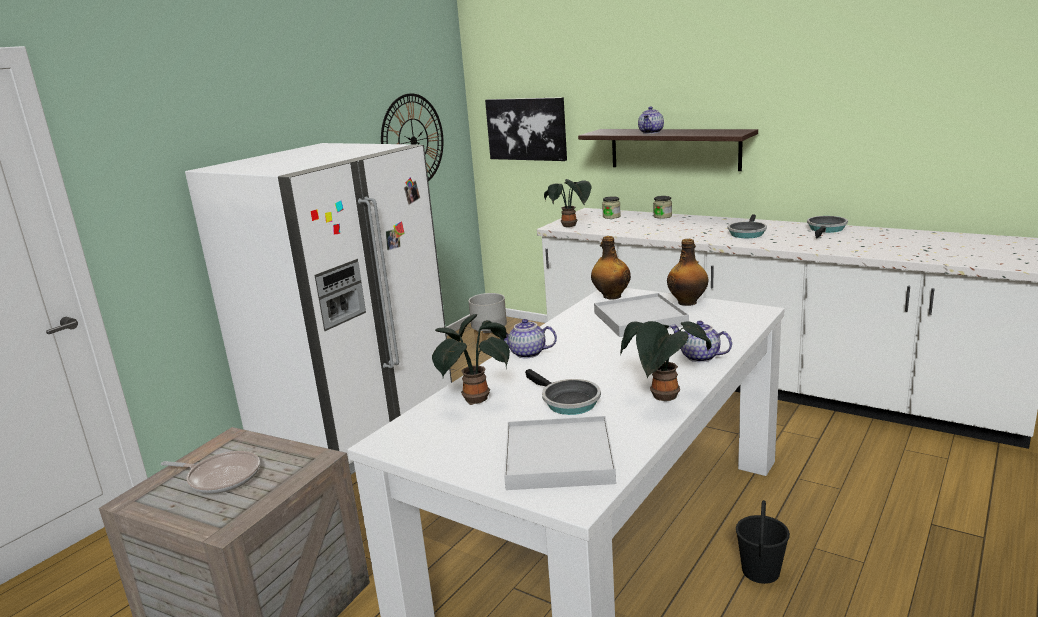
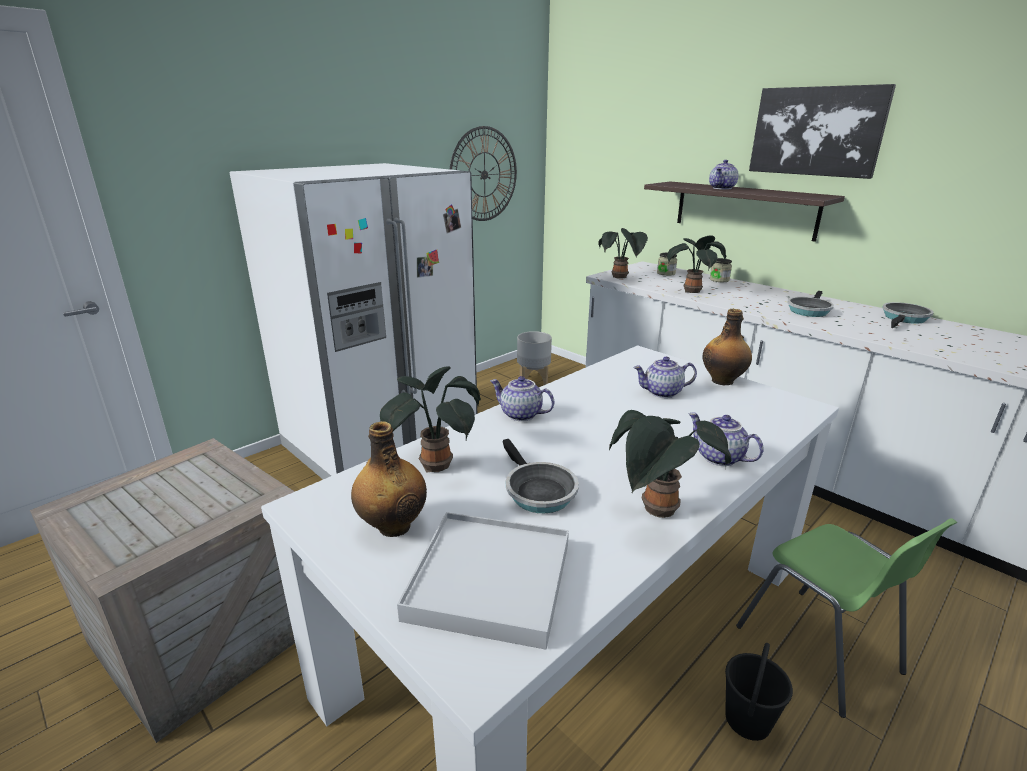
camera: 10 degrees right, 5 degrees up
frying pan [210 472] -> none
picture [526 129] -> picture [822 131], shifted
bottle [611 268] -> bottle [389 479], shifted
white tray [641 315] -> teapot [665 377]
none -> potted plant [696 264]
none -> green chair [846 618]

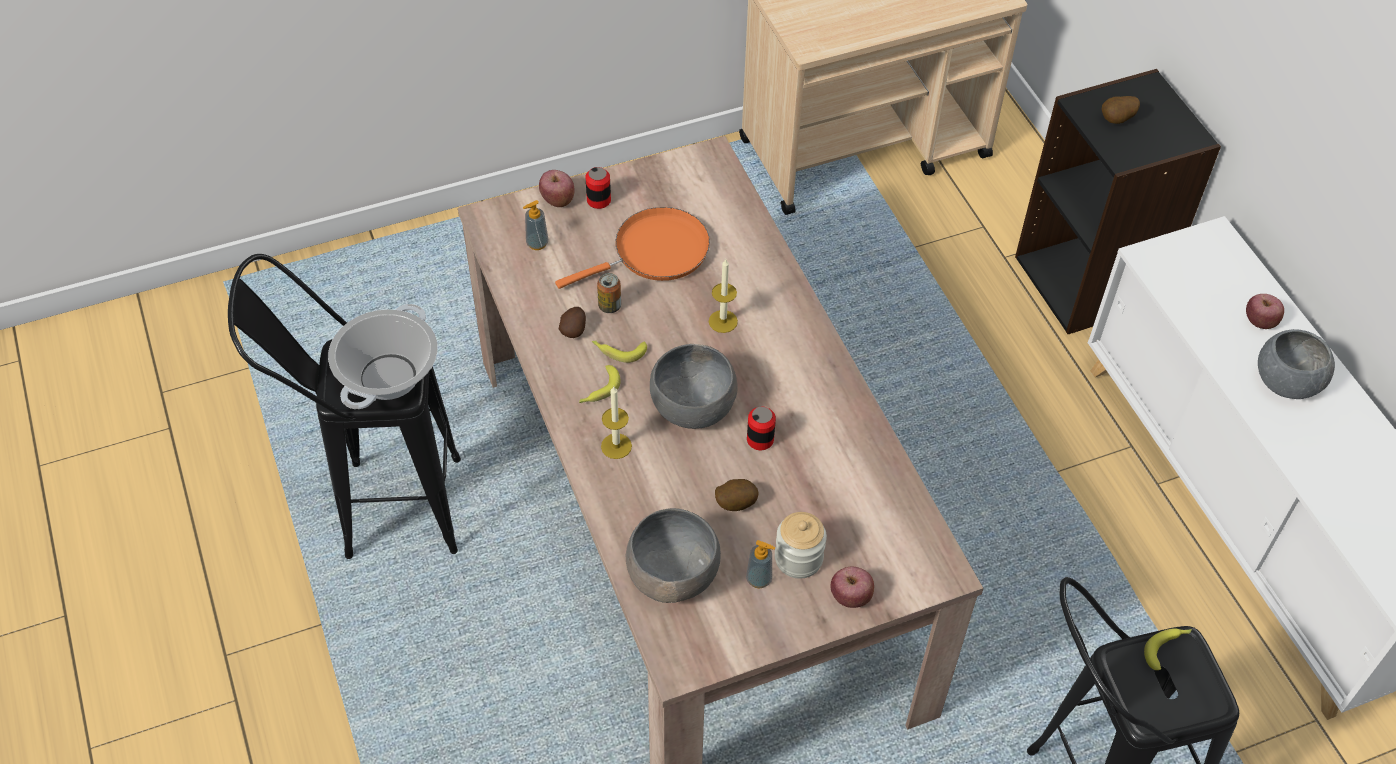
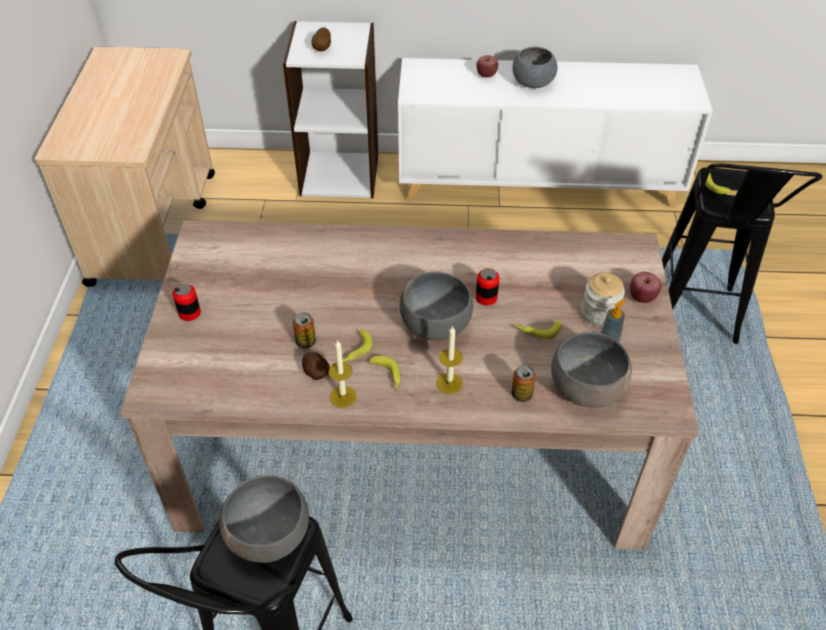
camera: 65 degrees left, 5 degrees down
cooking pot [383 356] -> grey bowl [264 519]
soap dispenser [535 225] -> none
apple [556 188] -> none
orange frying pan [632 248] -> none
candle [723 296] -> candle [343 374], shifted
potato [737 495] -> banana [537 329]
black bookcase [1118 201] -> white bookcase [330 109]
none -> can [523 383]

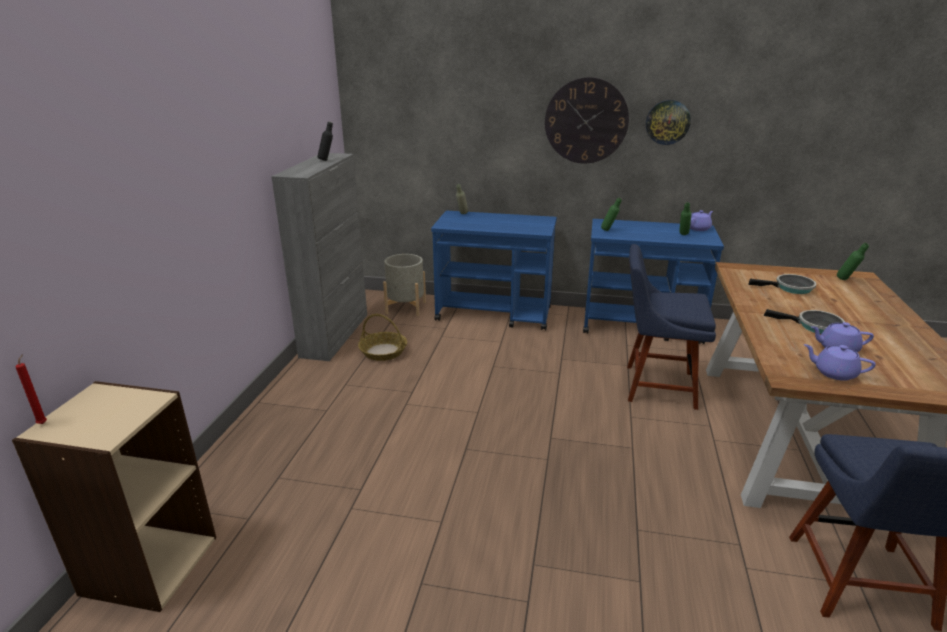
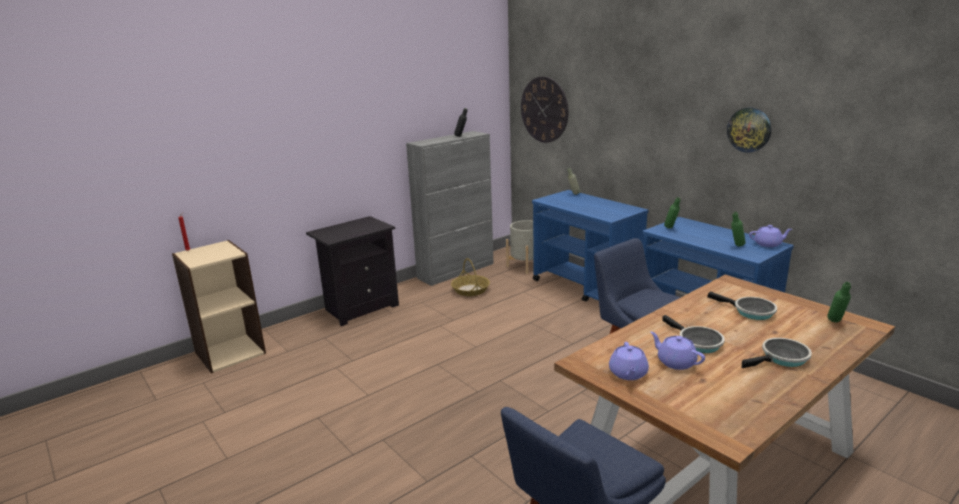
camera: 40 degrees right, 5 degrees down
wall clock [587 120] -> wall clock [545 109], shifted
purple teapot [840 362] -> purple teapot [629 361], 150 degrees counterclockwise
none -> black nightstand [352 271]
none -> frying pan [777 353]

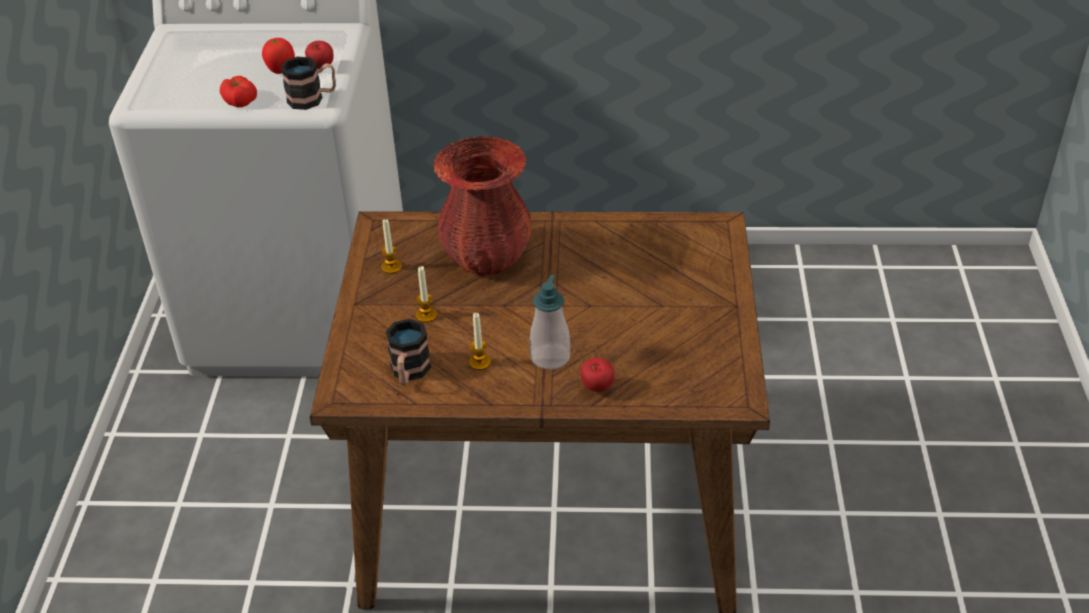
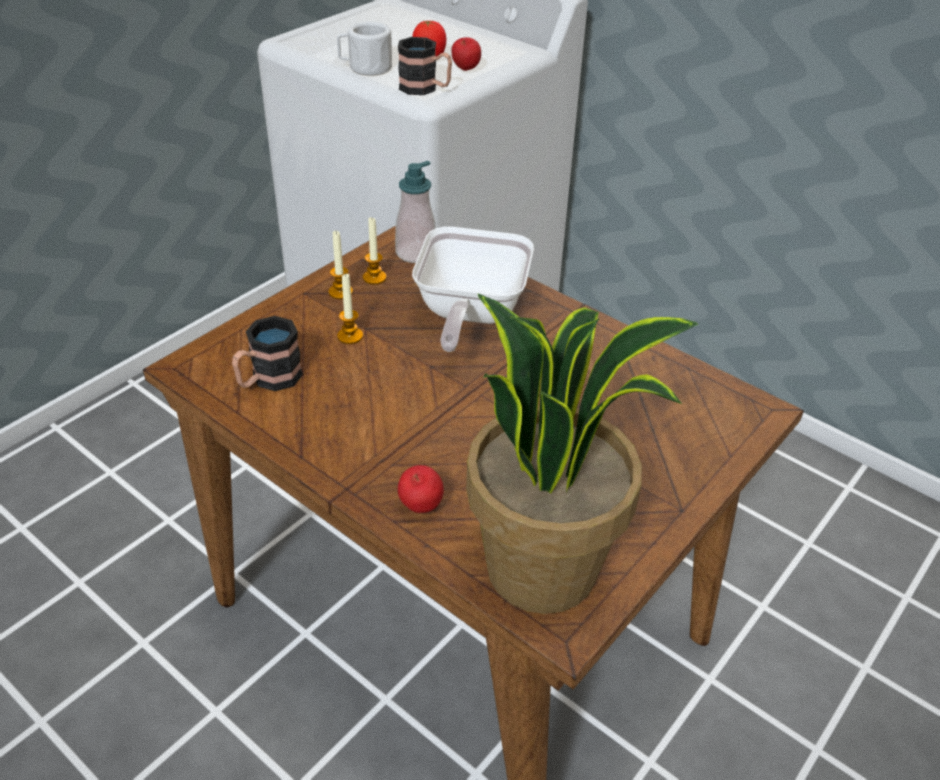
camera: 35 degrees right, 0 degrees up
tomato [238 91] -> white mug [364 48]
red vase [482 206] -> frying pan [473 289]
candle [480 341] -> candle [341 265], shifted
soap dispenser [550 322] -> soap dispenser [415 212], shifted
none -> potted plant [582 454]

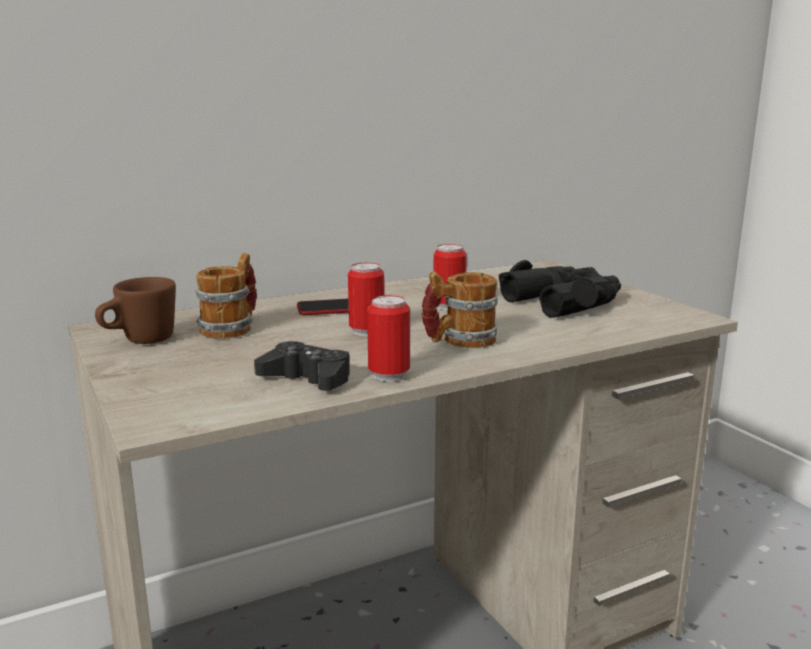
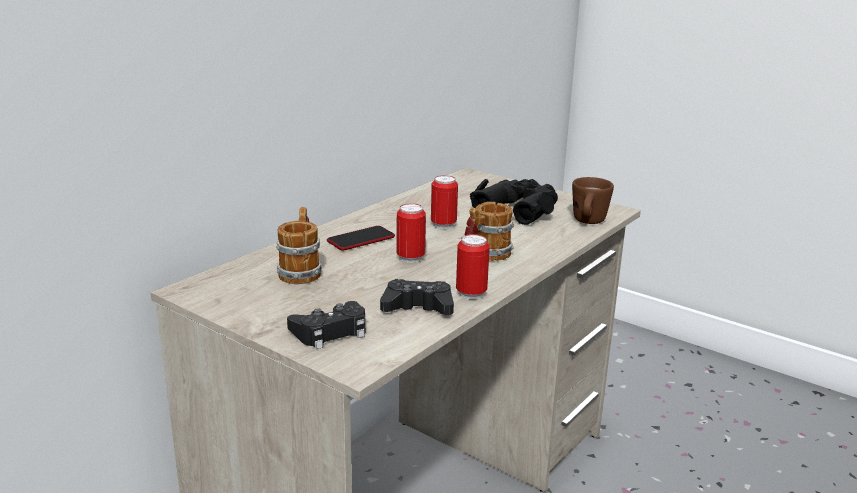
camera: 25 degrees left, 5 degrees up
brown mug [135 310] -> brown mug [593 200], shifted
none -> black game controller [326 325]

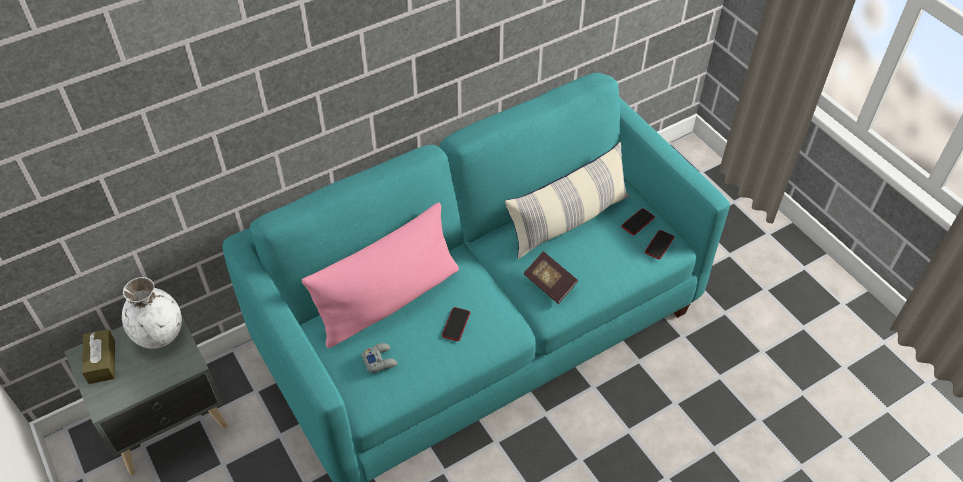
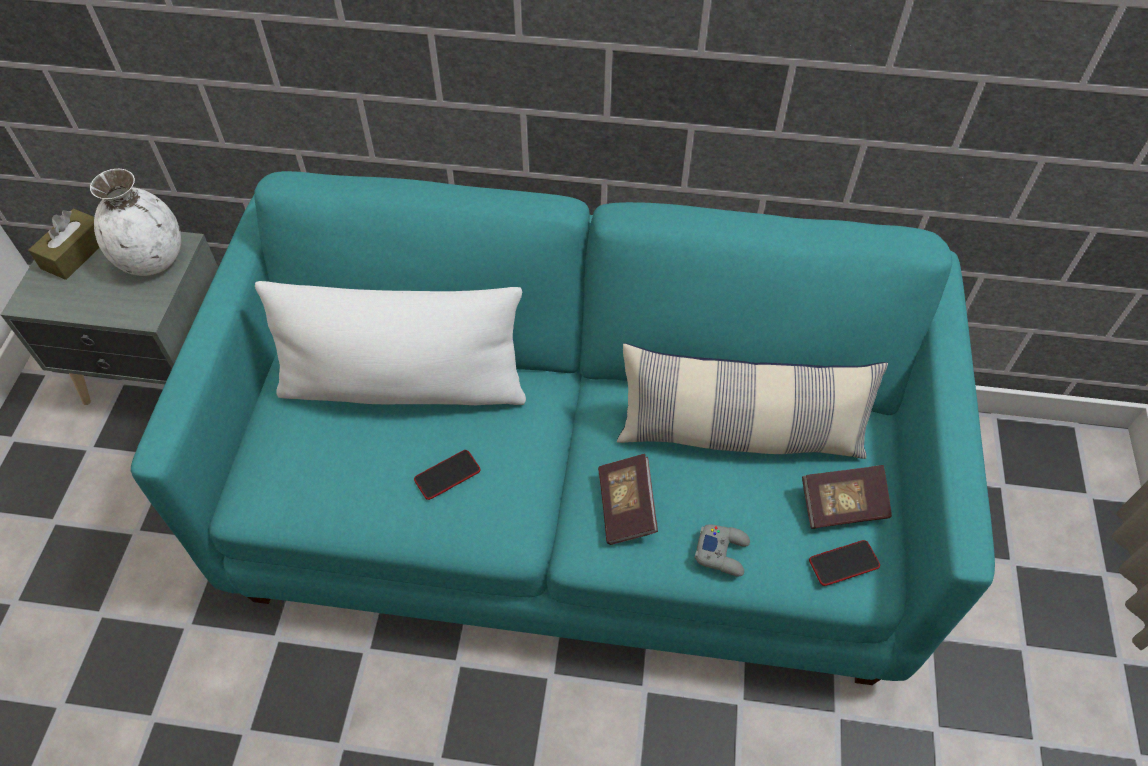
camera: 40 degrees right, 5 degrees up
pink pillow [380 275] -> white pillow [390 343]
grey game controller [379 358] -> grey game controller [722 550], shifted
phone [638 221] -> book [847 497]

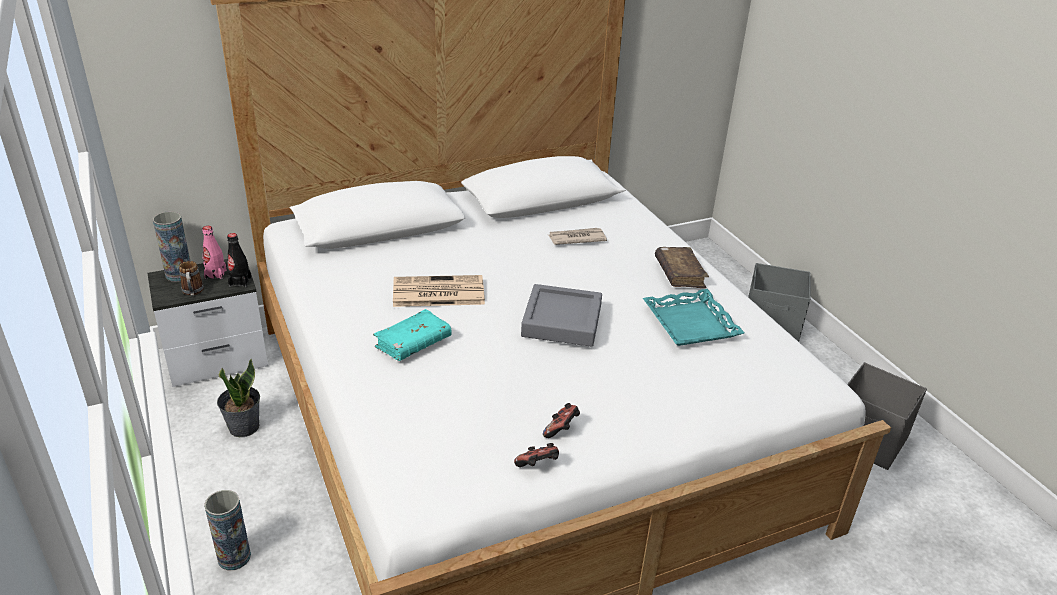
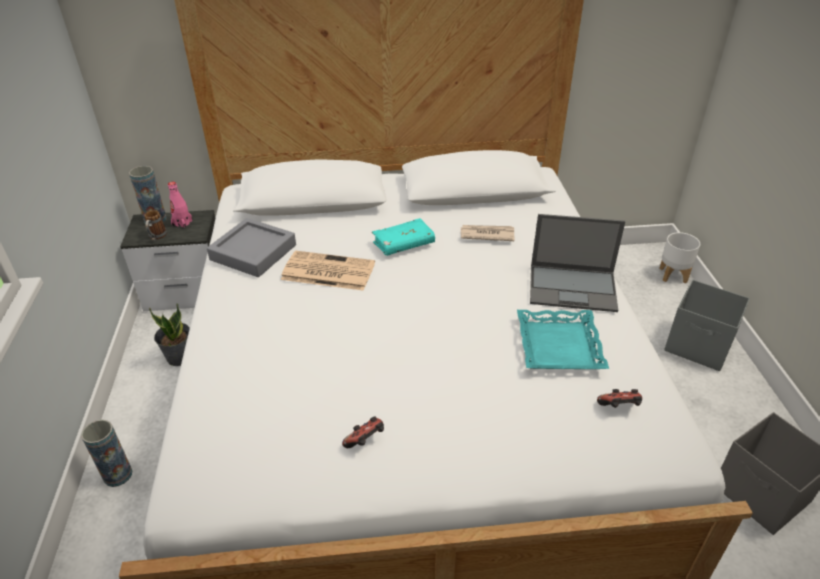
camera: 20 degrees right, 5 degrees up
black bottle [239 260] -> none
turquoise book [412 335] -> turquoise book [403 237], shifted
game controller [536 455] -> game controller [619 398], shifted
grey tray [561 315] -> grey tray [251 247], shifted
brown book [682 267] -> laptop [577 263]
none -> white planter [679 257]

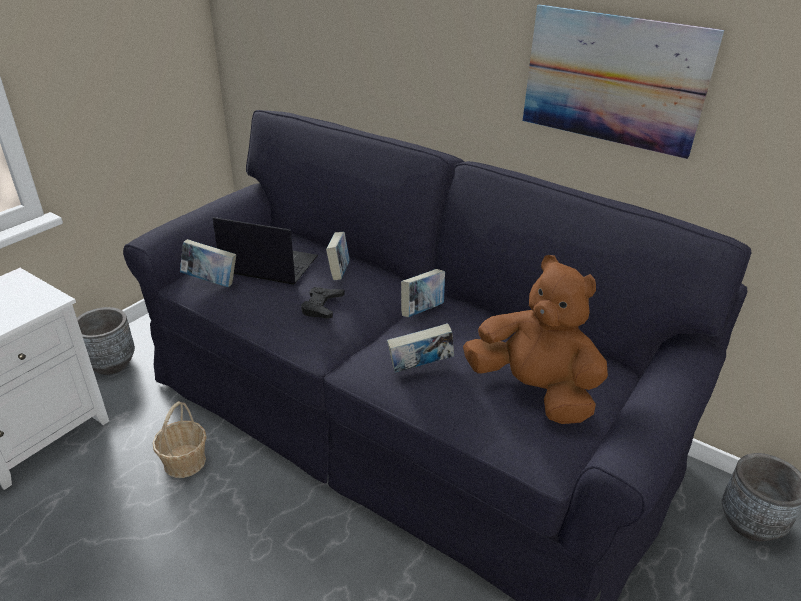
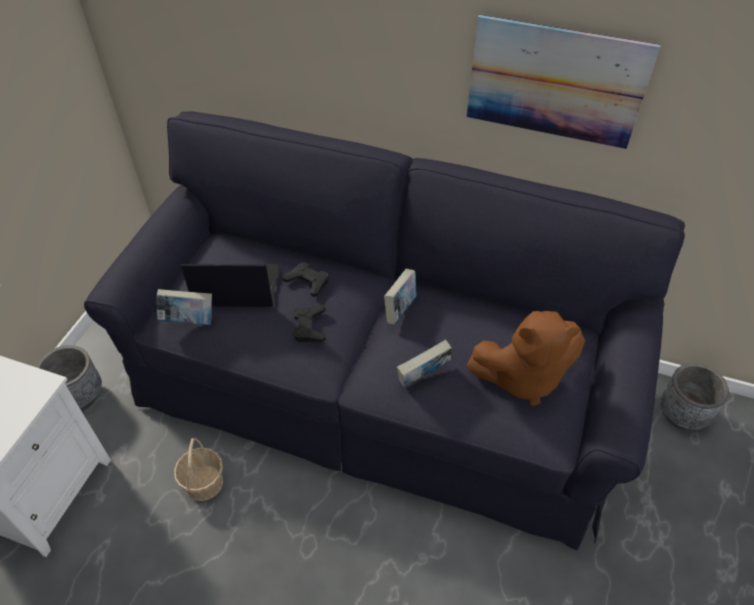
camera: 15 degrees left, 15 degrees up
book [338 256] -> black game controller [305 279]
brown plush toy [535 339] -> brown plush toy [526 358], 150 degrees clockwise

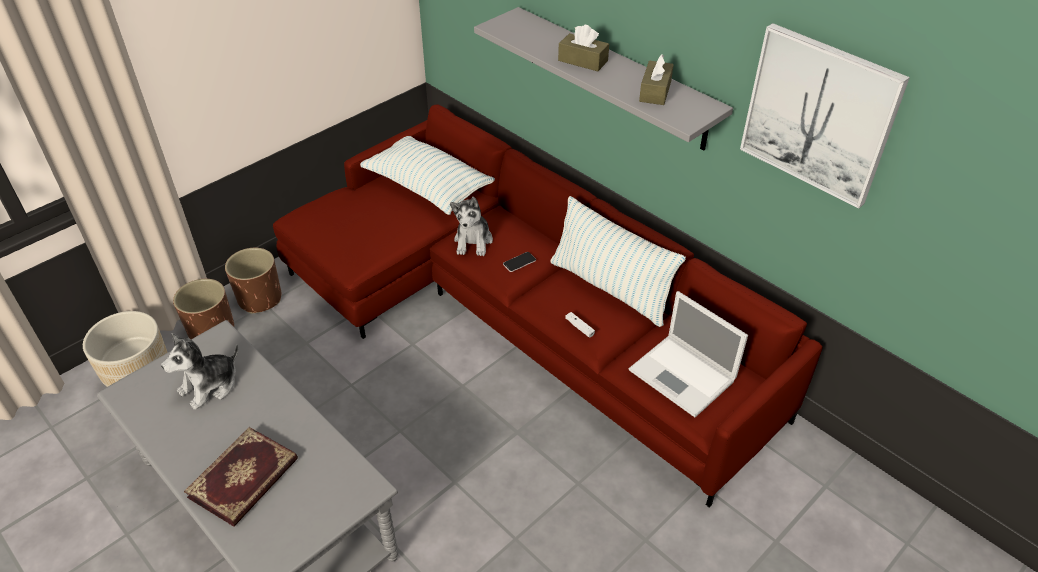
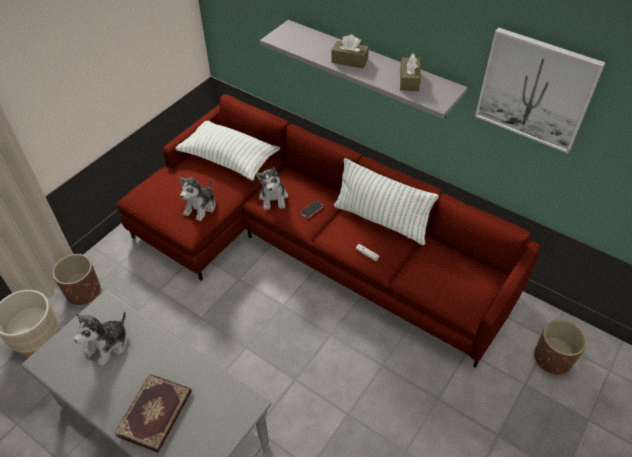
camera: 10 degrees left, 5 degrees up
brown planter [253 280] -> brown planter [560 347], shifted
laptop [688 354] -> none
none -> plush toy [197 199]

